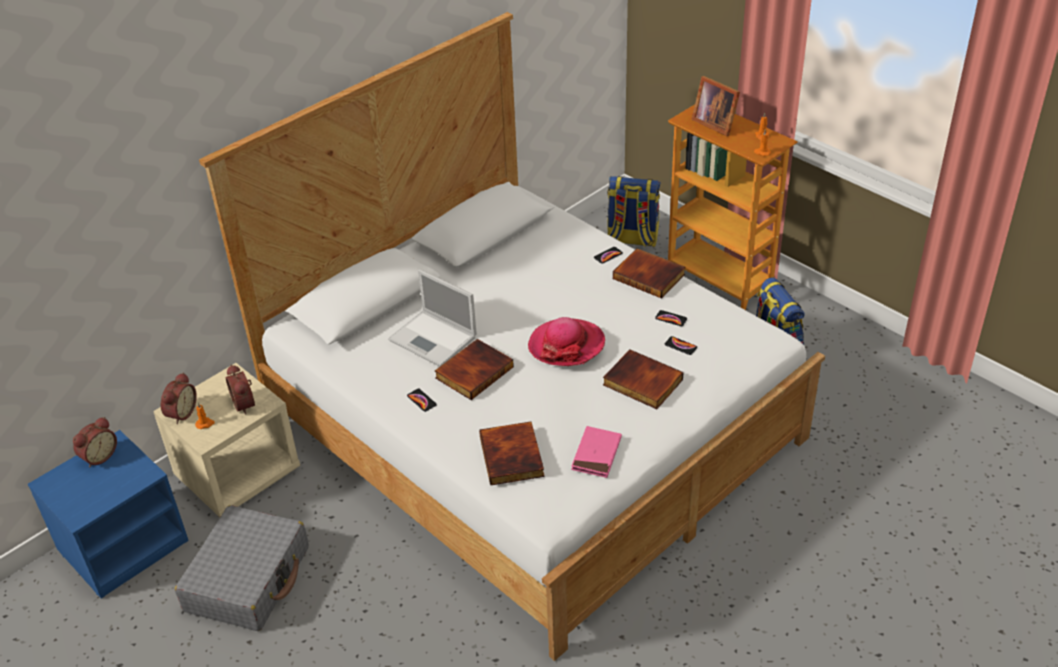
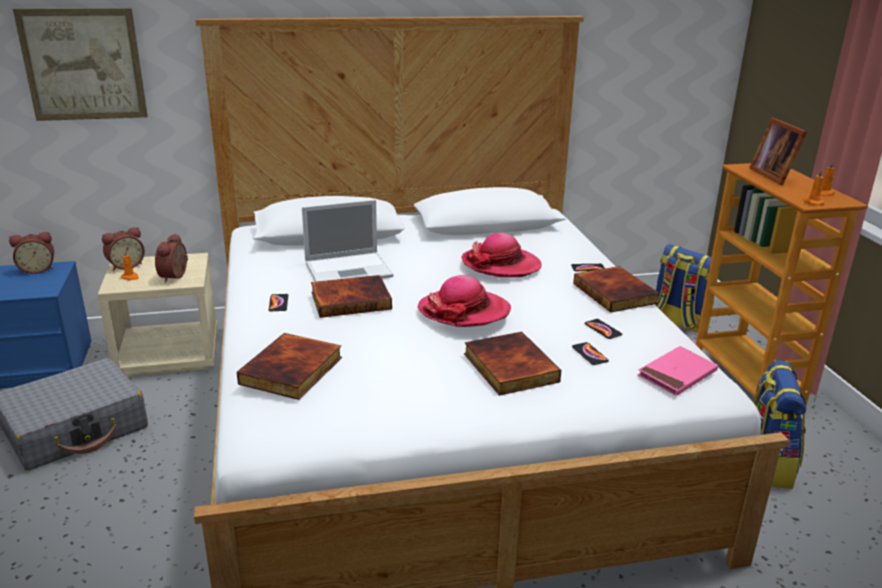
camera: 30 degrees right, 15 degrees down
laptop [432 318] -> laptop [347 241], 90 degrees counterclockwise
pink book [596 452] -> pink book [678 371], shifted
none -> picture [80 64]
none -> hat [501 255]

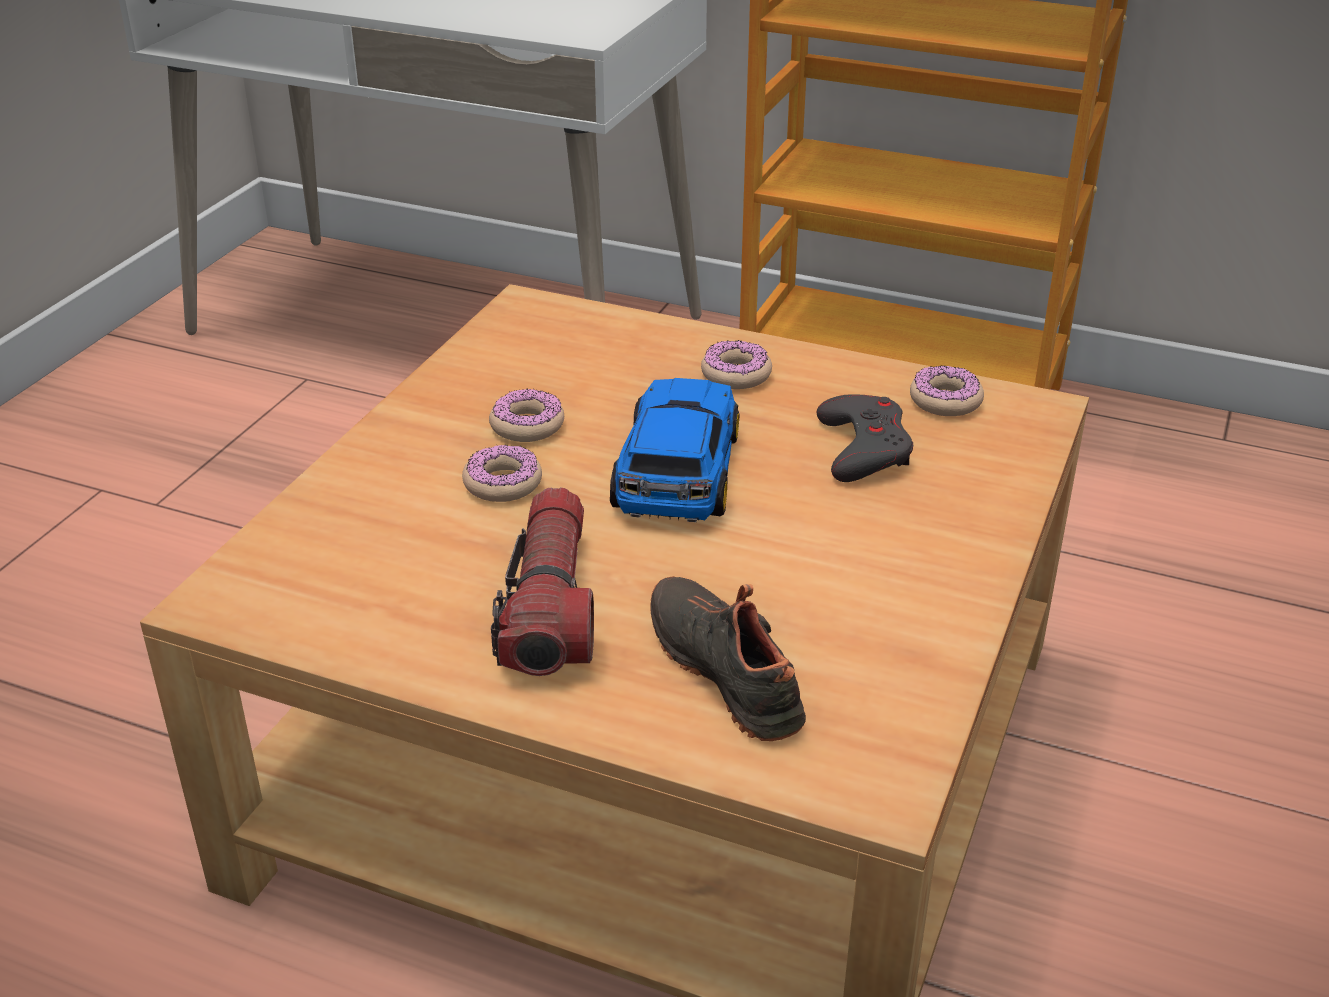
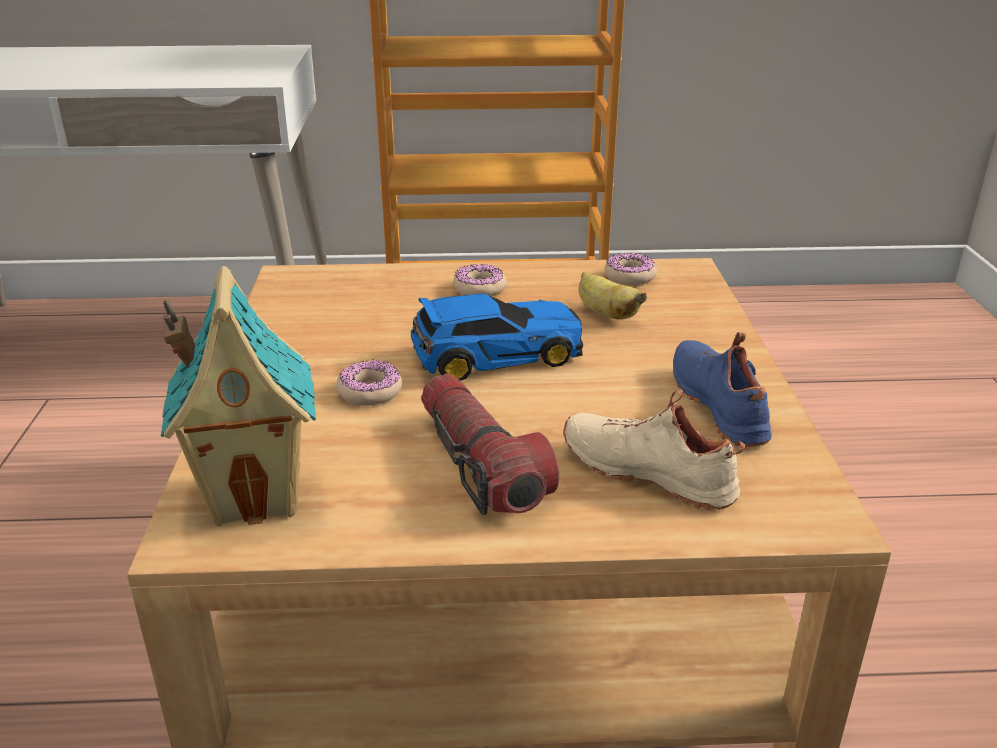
camera: 25 degrees left, 5 degrees down
donut [526 415] -> none
toy car [675 450] -> toy car [497 337], 90 degrees clockwise
black shoe [728 658] -> beige shoe [654 450]
grey game controller [865 438] -> banana [612 295]
none -> toy house [238 396]
none -> blue shoe [722 389]

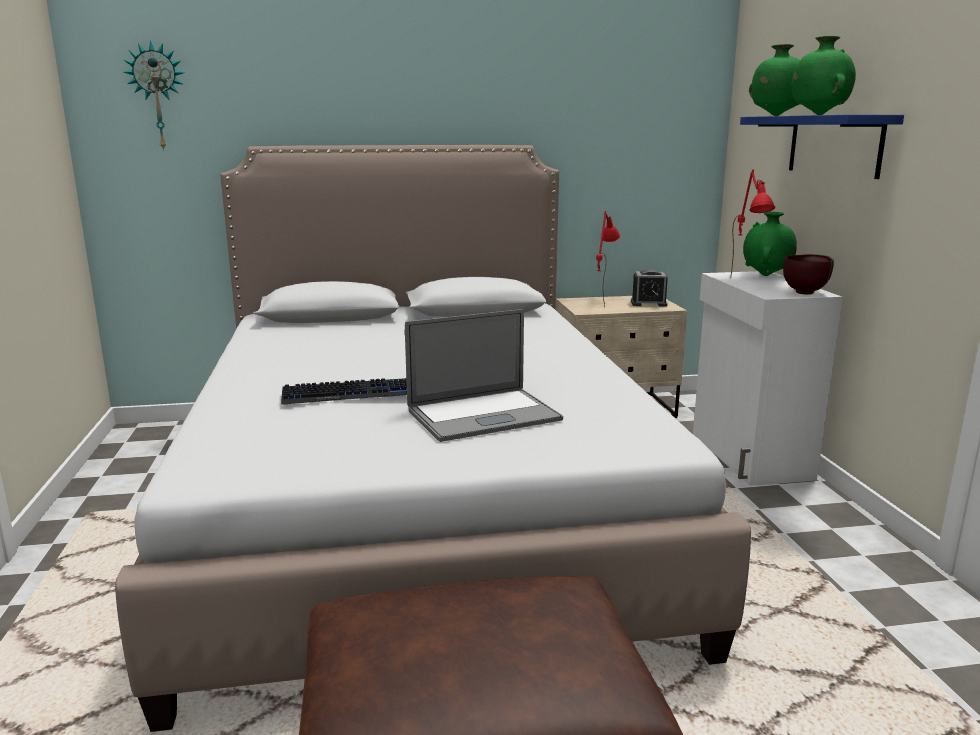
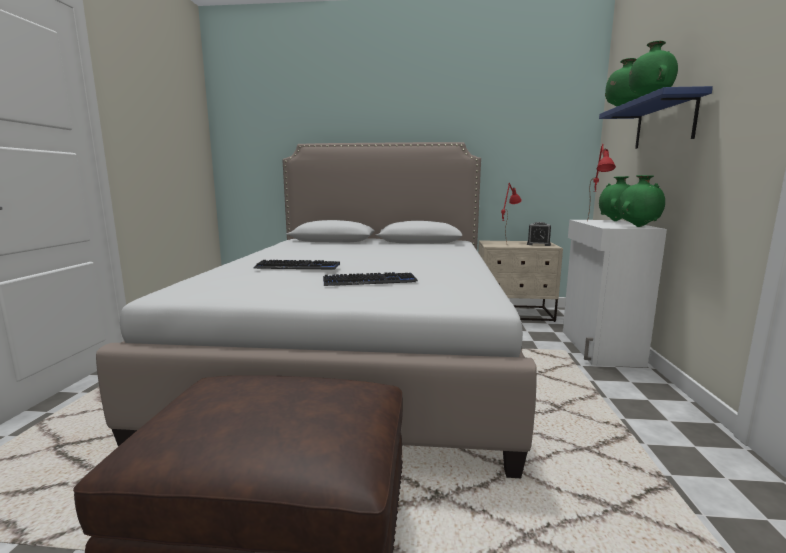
camera: 15 degrees right, 5 degrees down
wall clock [154 96] -> none
laptop [484 375] -> keyboard [370 279]
brown bowl [808 274] -> green vase [641 201]

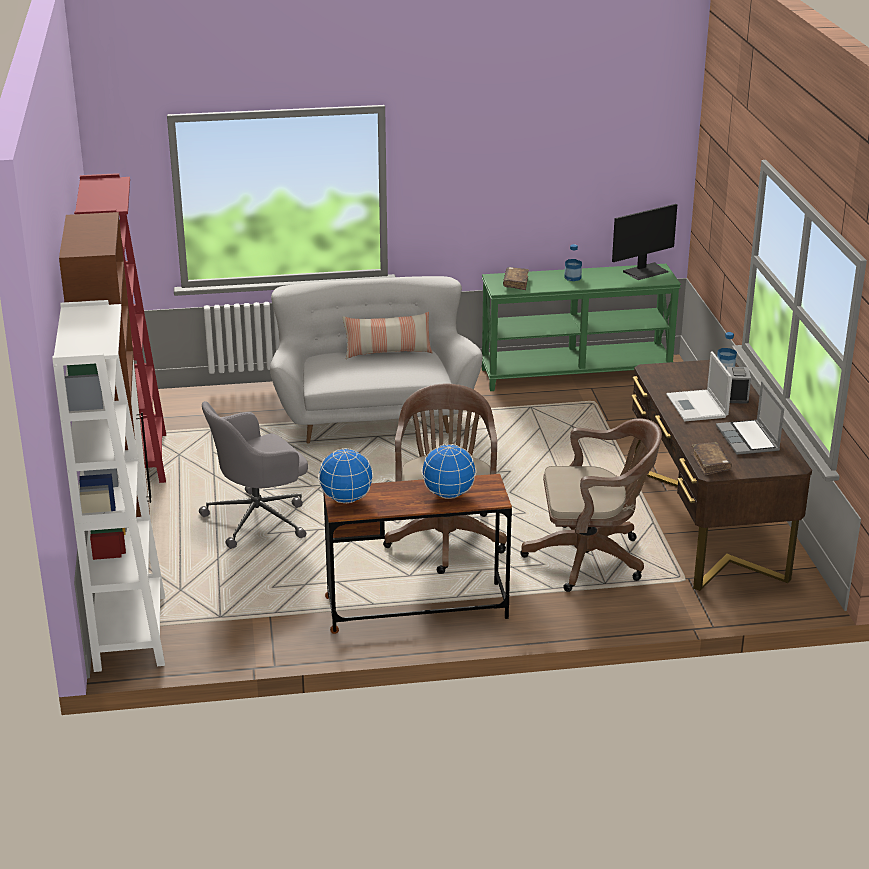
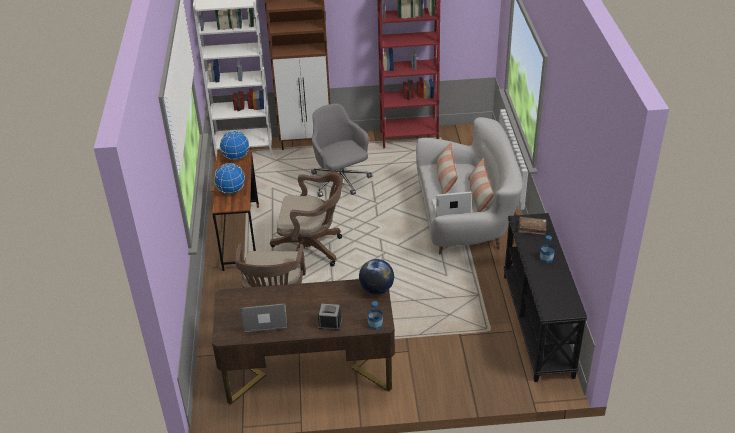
camera: 95 degrees right, 10 degrees up
green console table [581 327] -> black console table [545 297]
monitor [644 242] -> none
laptop [699 386] -> laptop [452 204], shifted
brown book [711 458] -> none
none -> globe [376 276]
none -> pillow [447 168]

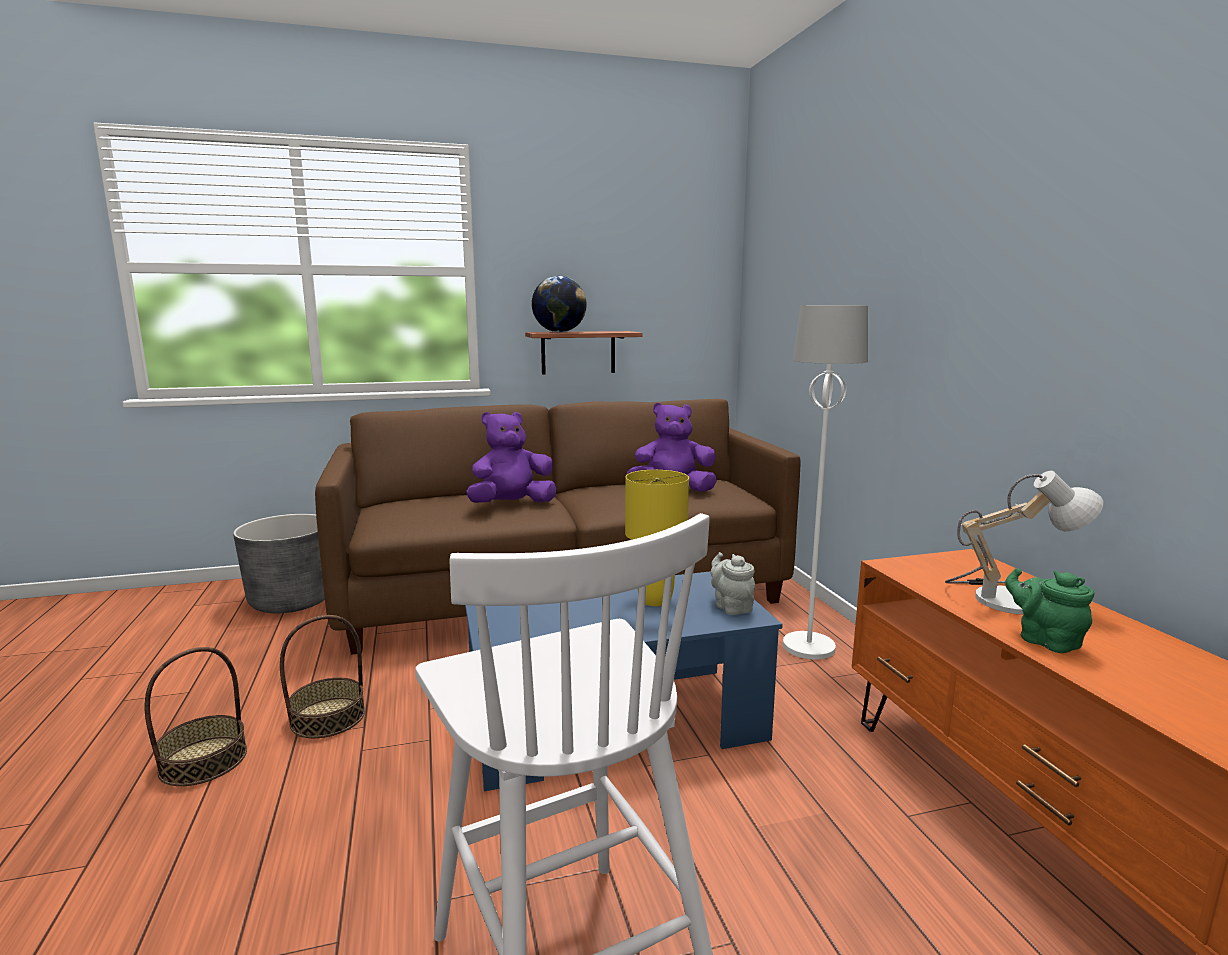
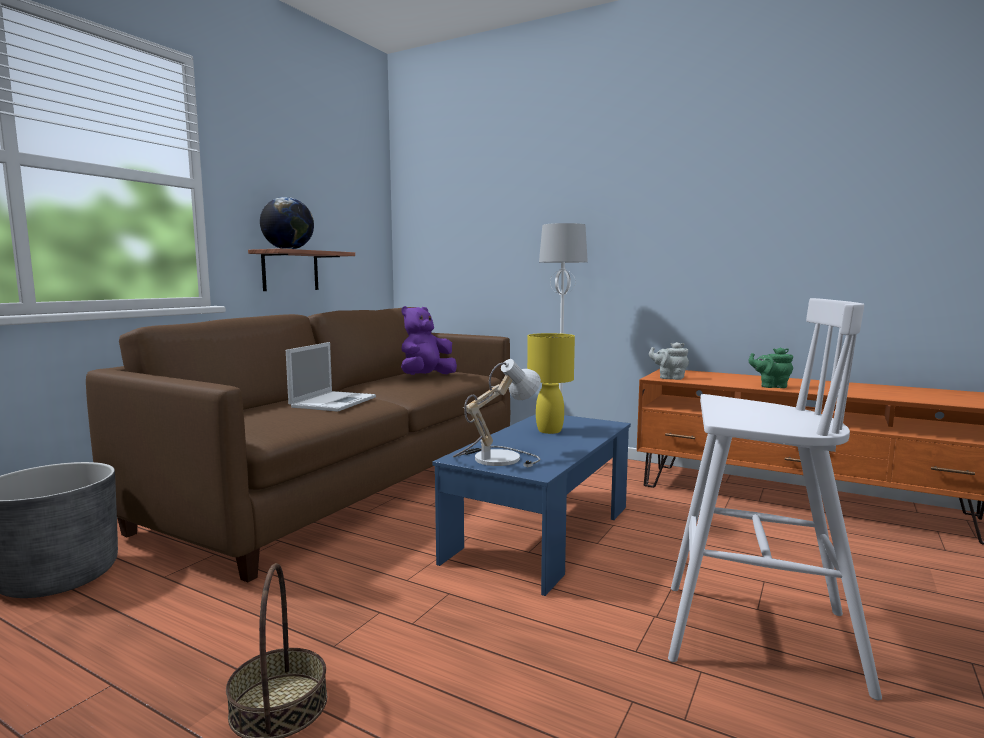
camera: 45 degrees left, 5 degrees down
basket [322 676] -> none
purple plush toy [512 457] -> laptop [331 377]
grey teapot [733 583] -> grey teapot [669 361], shifted
table lamp [1024 543] -> table lamp [497 413], shifted

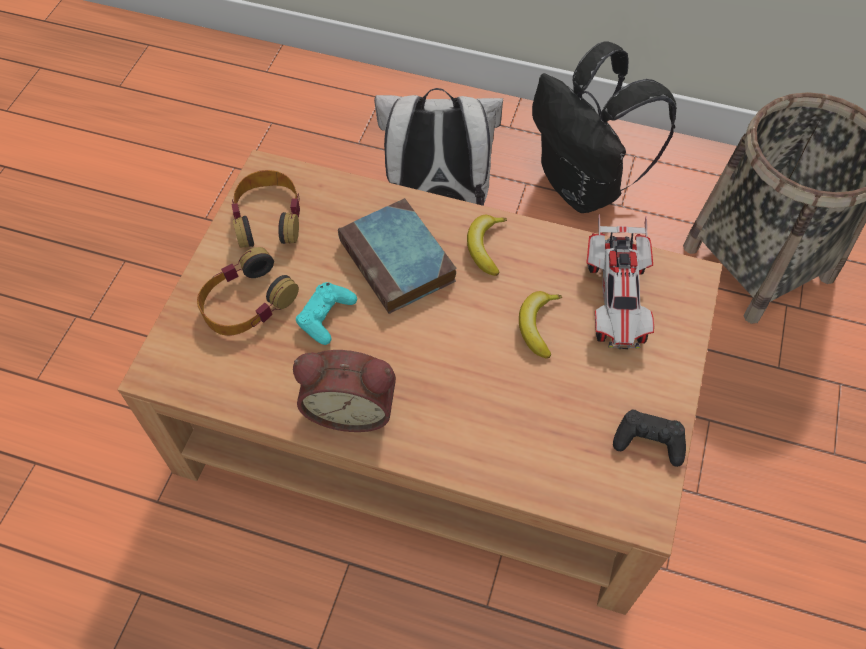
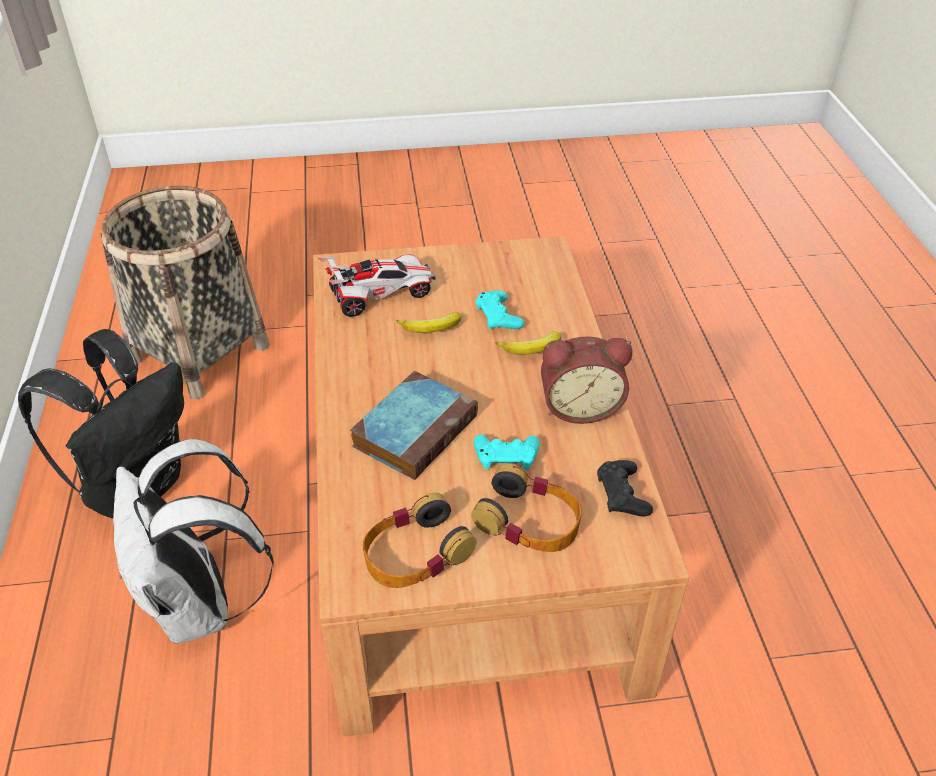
camera: 115 degrees left, 15 degrees down
alarm clock [344 391] -> alarm clock [586 380], 105 degrees clockwise
banana [487 245] -> banana [528 343], shifted
black game controller [649 438] -> black game controller [625 488], shifted
none -> turquoise game controller [500 310]

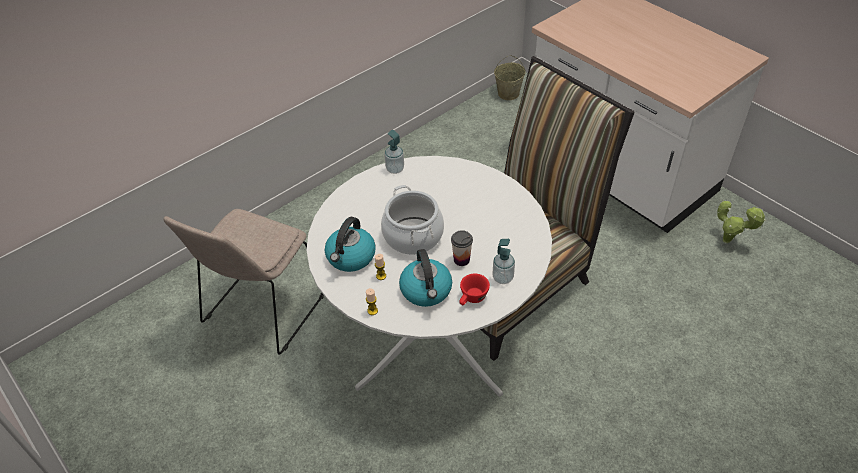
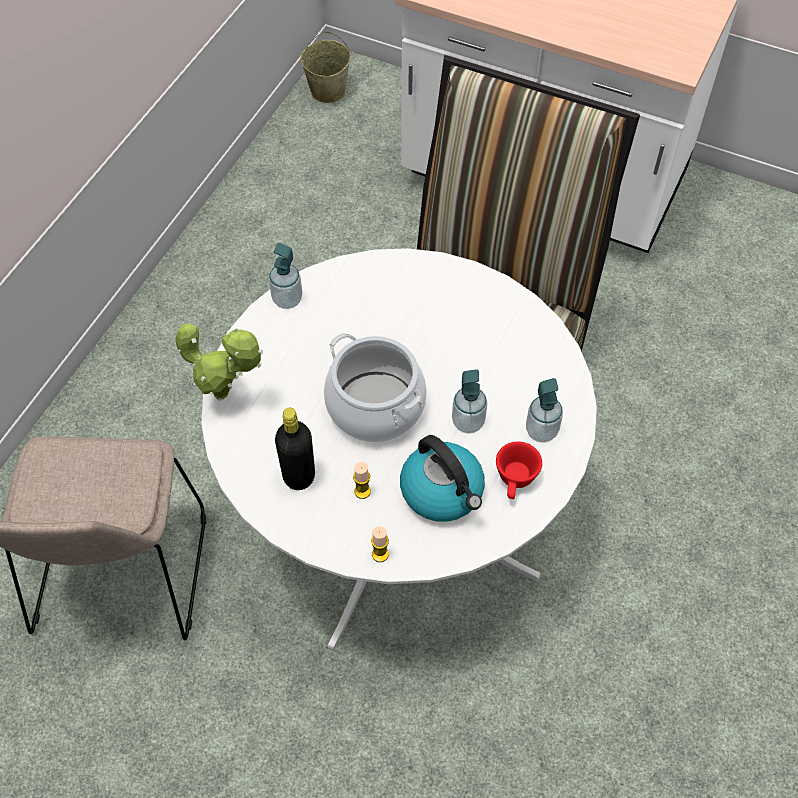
camera: 25 degrees left, 10 degrees up
kettle [350 244] -> black bottle [295 449]
cup [462 248] -> soap dispenser [469 401]
potted plant [741 221] -> potted plant [219 362], shifted

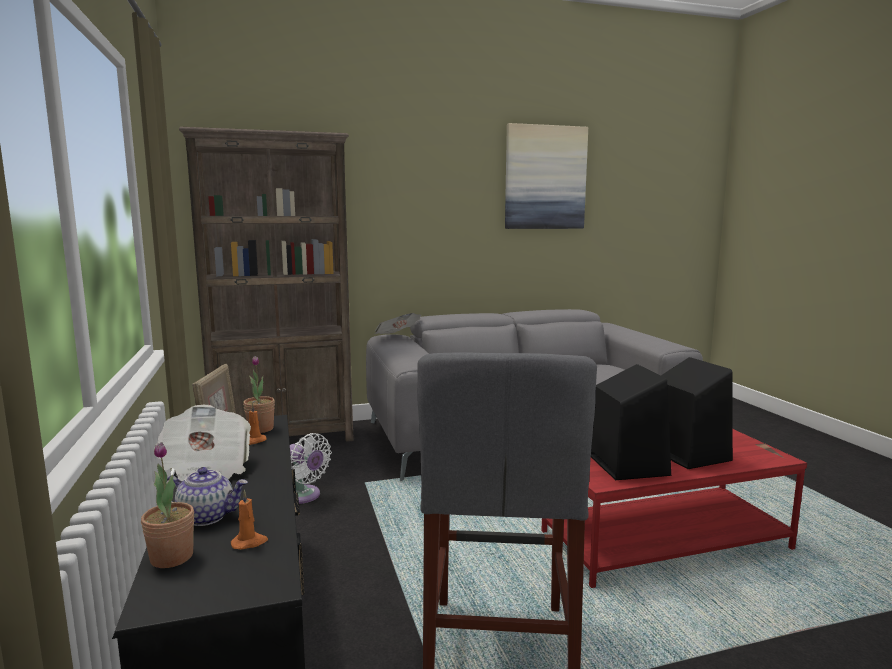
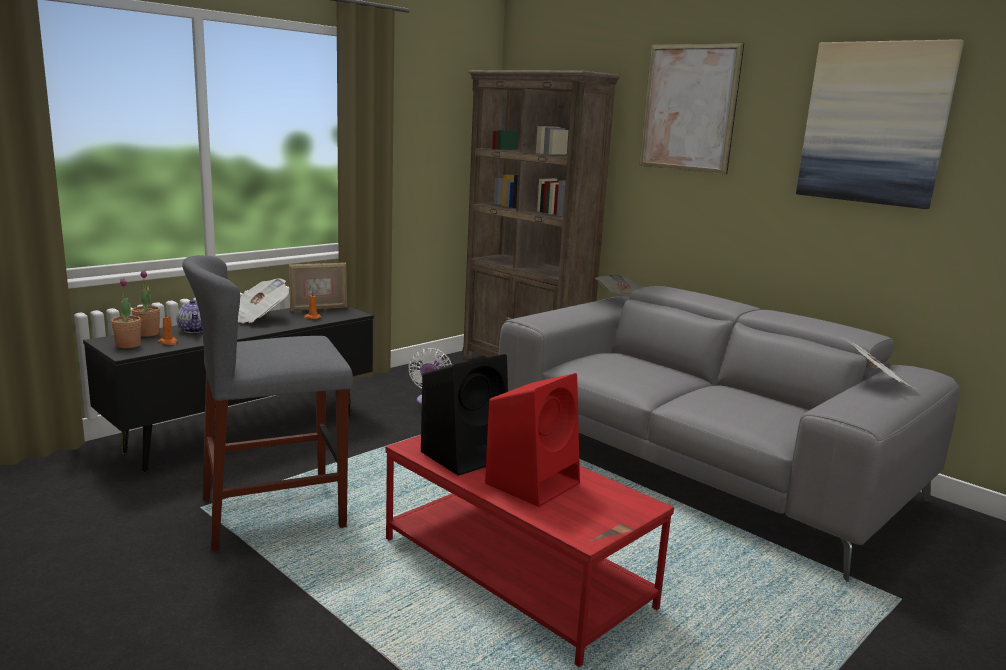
camera: 60 degrees right, 5 degrees up
potted plant [259 394] -> potted plant [126 313], shifted
black speaker [697 413] -> red speaker [532 440]
none -> picture [691 109]
none -> newspaper [879 363]

